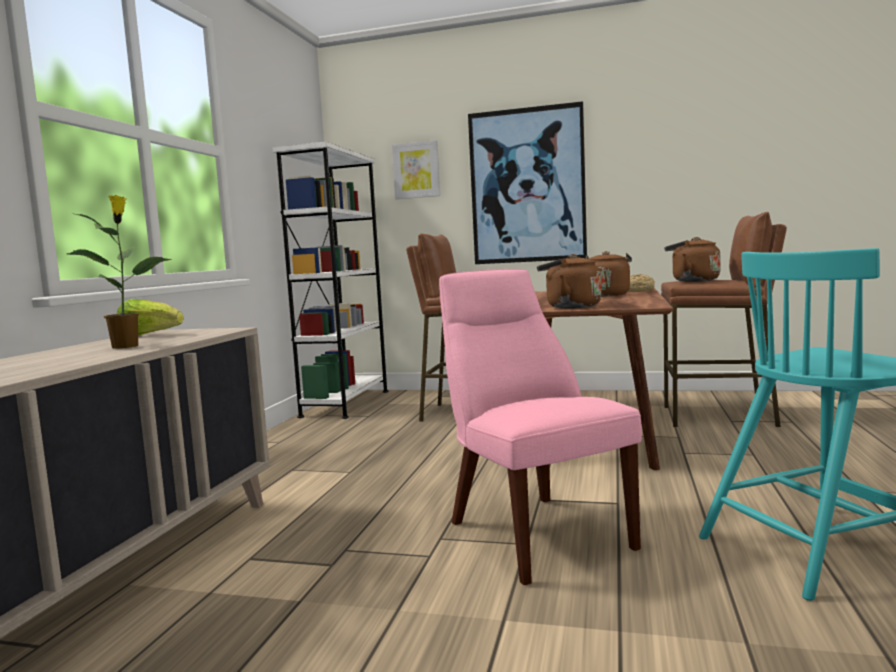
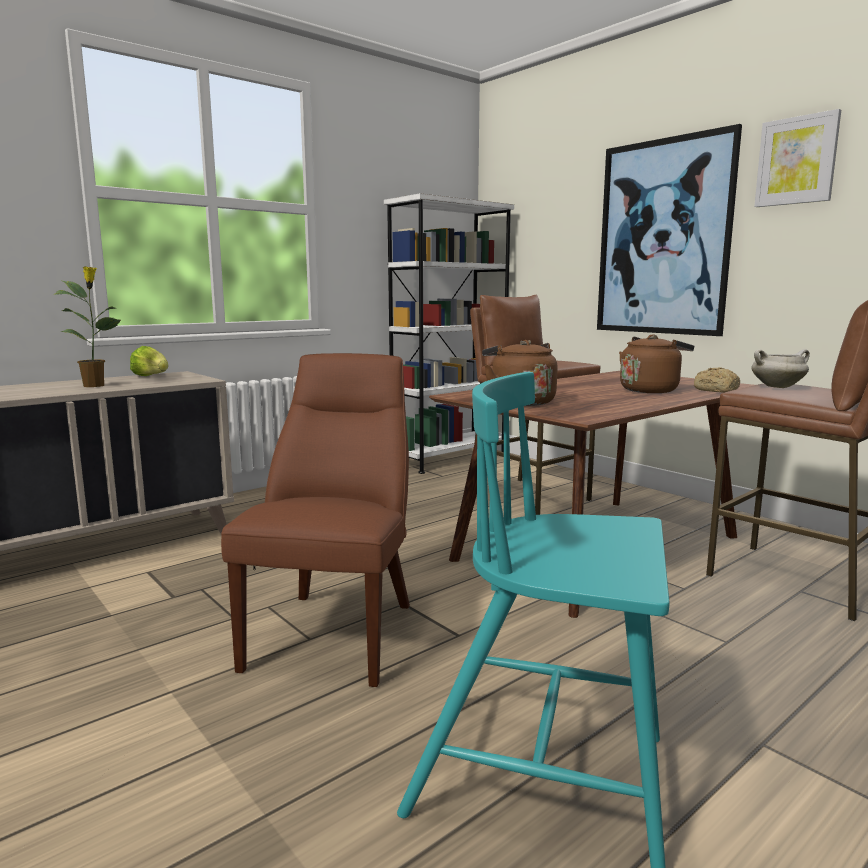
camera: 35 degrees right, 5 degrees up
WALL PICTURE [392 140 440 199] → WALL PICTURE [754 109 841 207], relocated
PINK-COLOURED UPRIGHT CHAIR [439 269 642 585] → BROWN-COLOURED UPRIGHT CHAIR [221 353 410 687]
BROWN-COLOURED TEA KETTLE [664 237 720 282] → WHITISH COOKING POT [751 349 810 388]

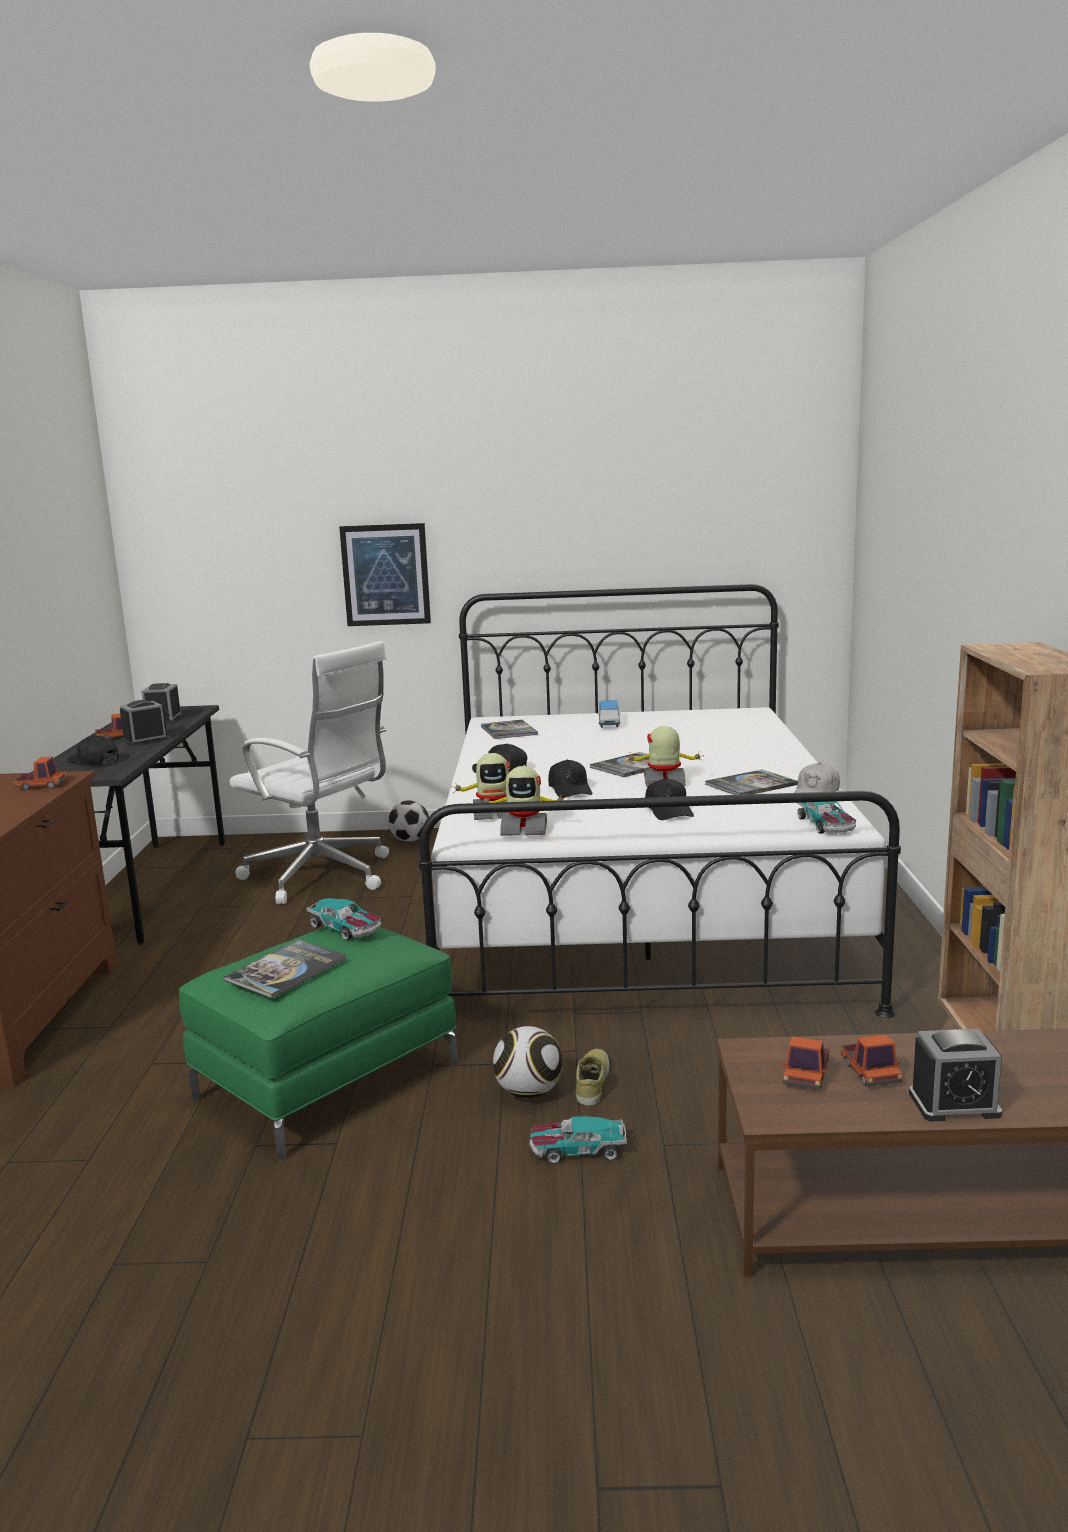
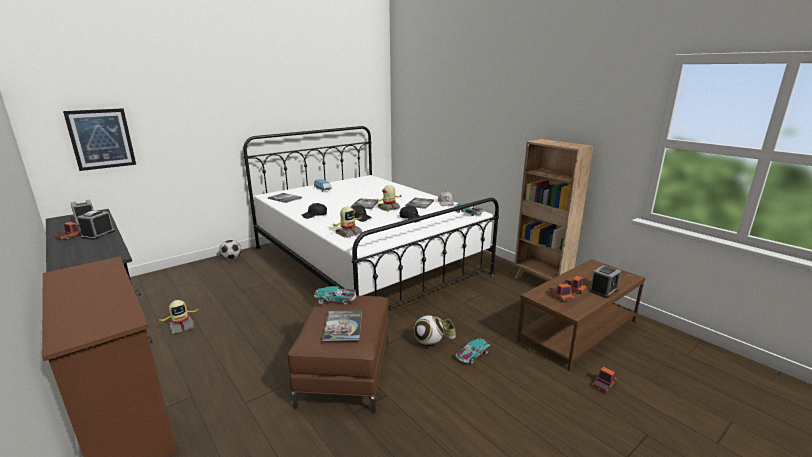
camera: 40 degrees left, 5 degrees up
TOY LORRY [14 757 67 790] → TOY LORRY [592 367 617 393], relocated
BLACK-COLOURED BASEBALL CAP [68 736 119 765] → -
GREEN-COLOURED OTTOMAN [179 926 458 1160] → BROWN-COLOURED OTTOMAN [288 296 389 414]
WHITISH COMPUTER CHAIR [229 641 389 904] → -
WALL PICTURE [339 523 431 626] → WALL PICTURE [63 108 136 171], relocated
MODEL ROBOT [480 766 564 836] → MODEL ROBOT [156 300 200 334], relocated

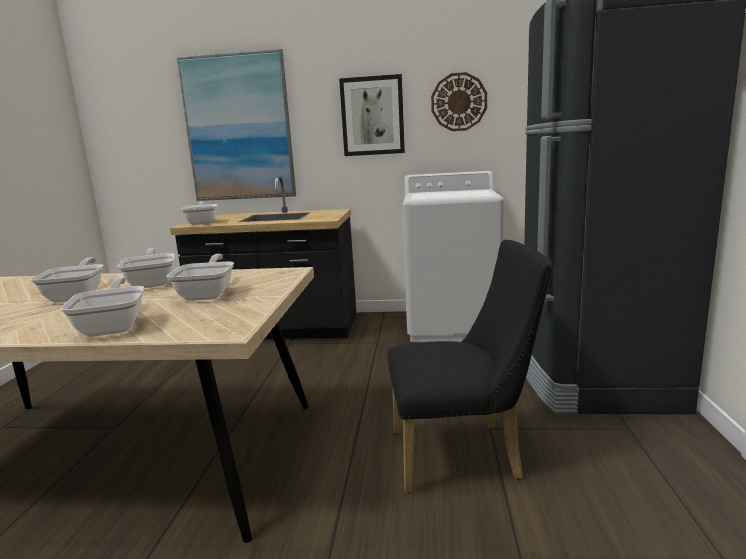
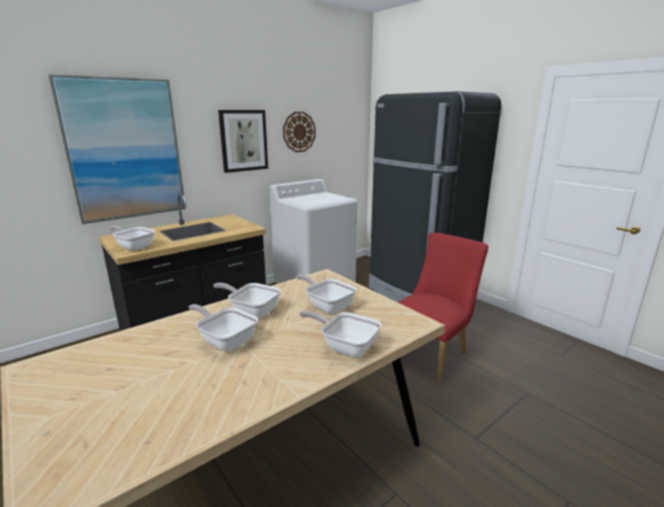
camera: 45 degrees left, 5 degrees up
BLACK-COLOURED UPRIGHT CHAIR [388 240 553 493] → REDDISH UPRIGHT CHAIR [398 232 488 382]

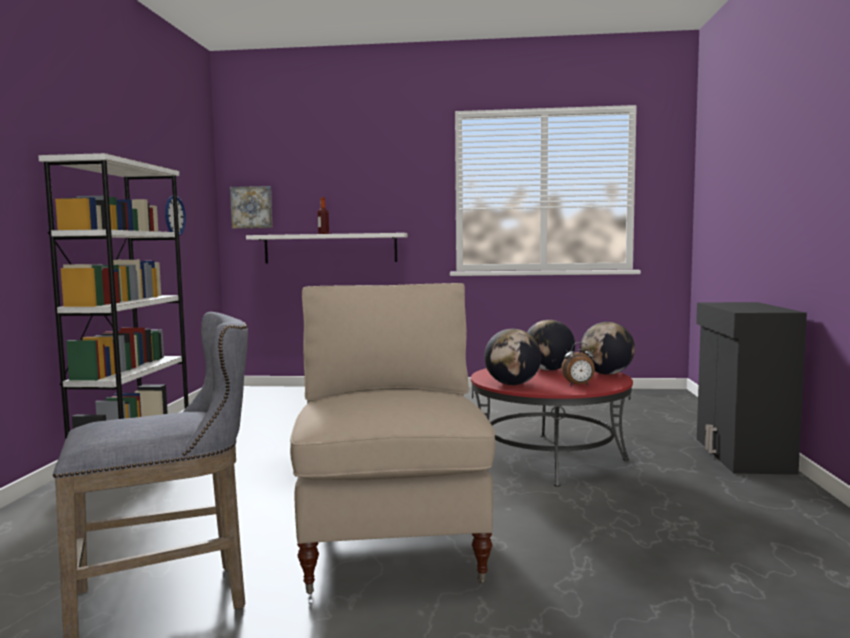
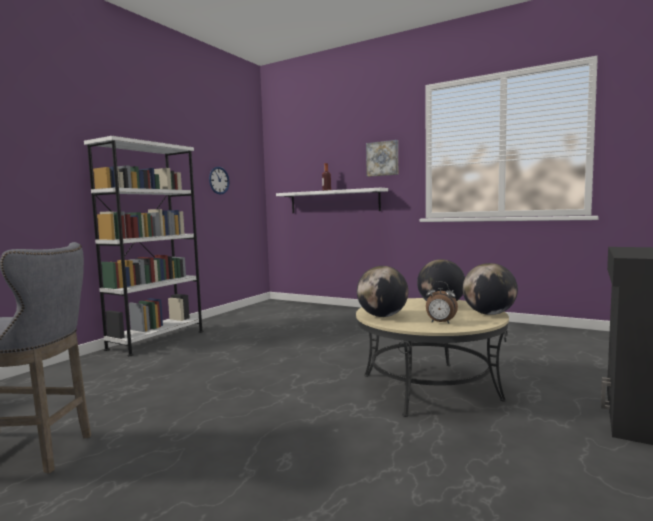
camera: 25 degrees right, 0 degrees up
WALL PICTURE [230 186 273 228] → WALL PICTURE [366 140 398 177], relocated
BEIGE-COLOURED UPRIGHT CHAIR [290 283 495 594] → -
REDDISH LOUNGE TABLE [471 368 633 487] → BEIGE-COLOURED LOUNGE TABLE [356 298 509 417]

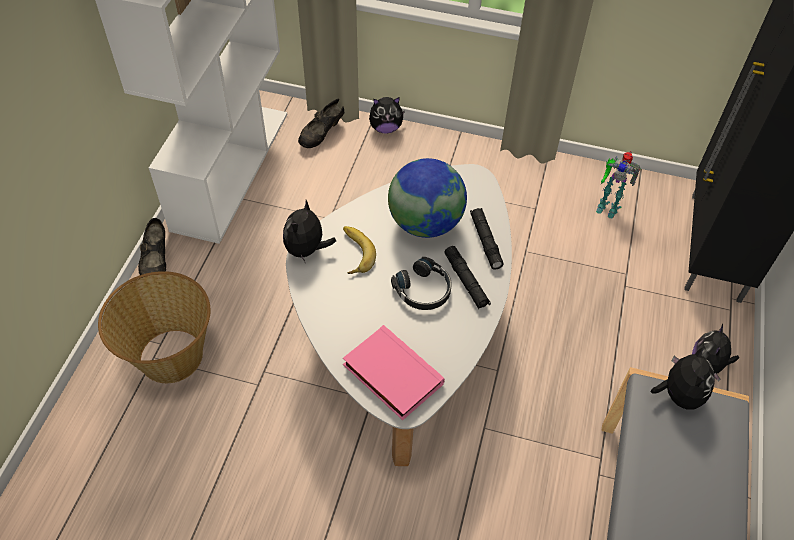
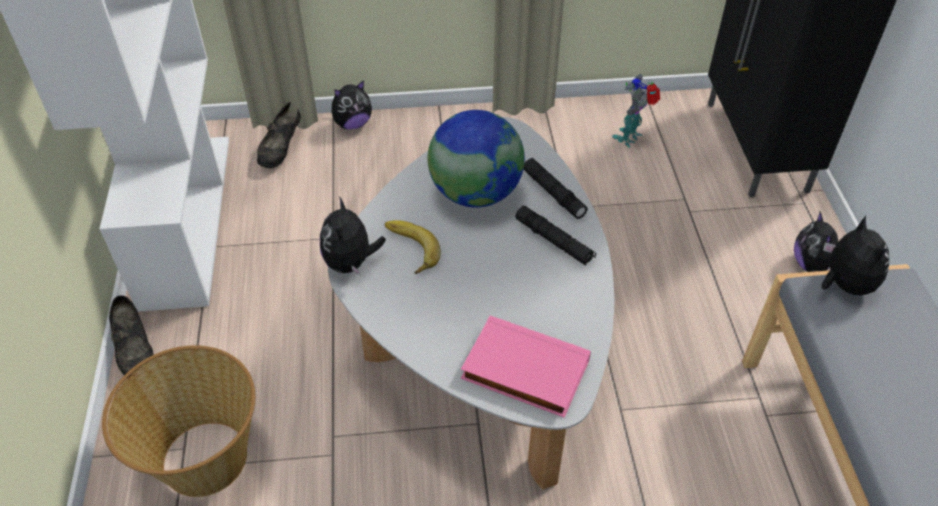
camera: 20 degrees left, 5 degrees down
BLACK-COLOURED HEADPHONES [391 257 451 310] → -
MODEL ROBOT [596 151 641 218] → MODEL ROBOT [612 74 660 147], 120 degrees clockwise

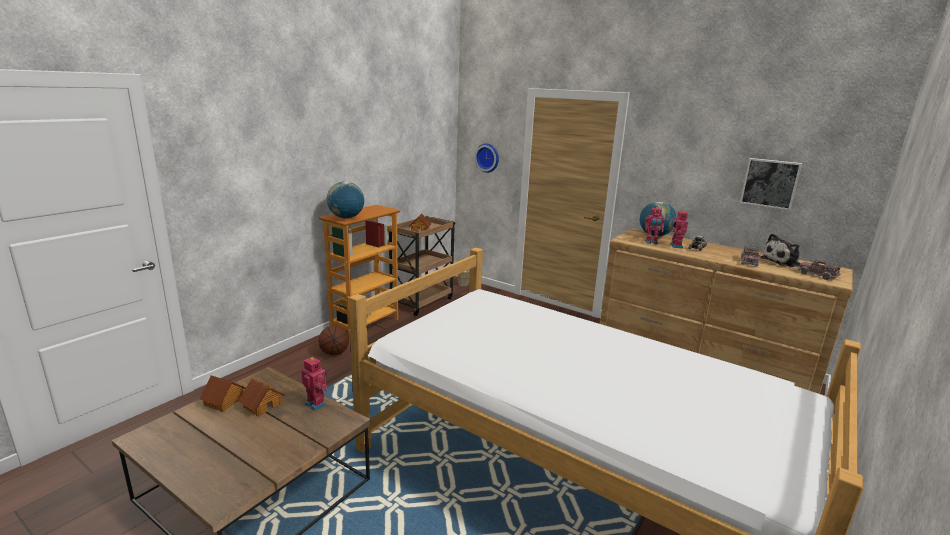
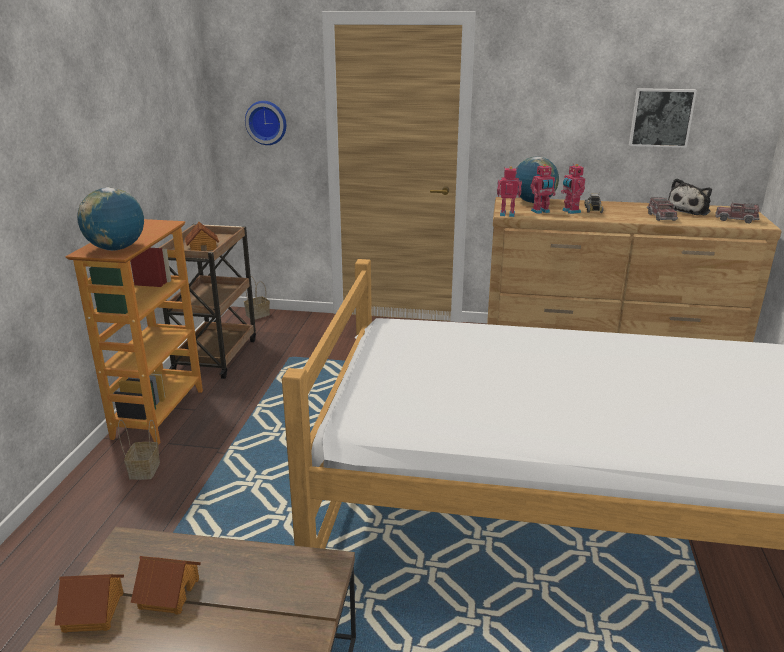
camera: 25 degrees left, 5 degrees up
MODEL ROBOT [301 357 329 411] → MODEL ROBOT [497 166 522 217], relocated
BASKETBALL BALL [318 326 349 355] → BASKET [118 419 160 480]

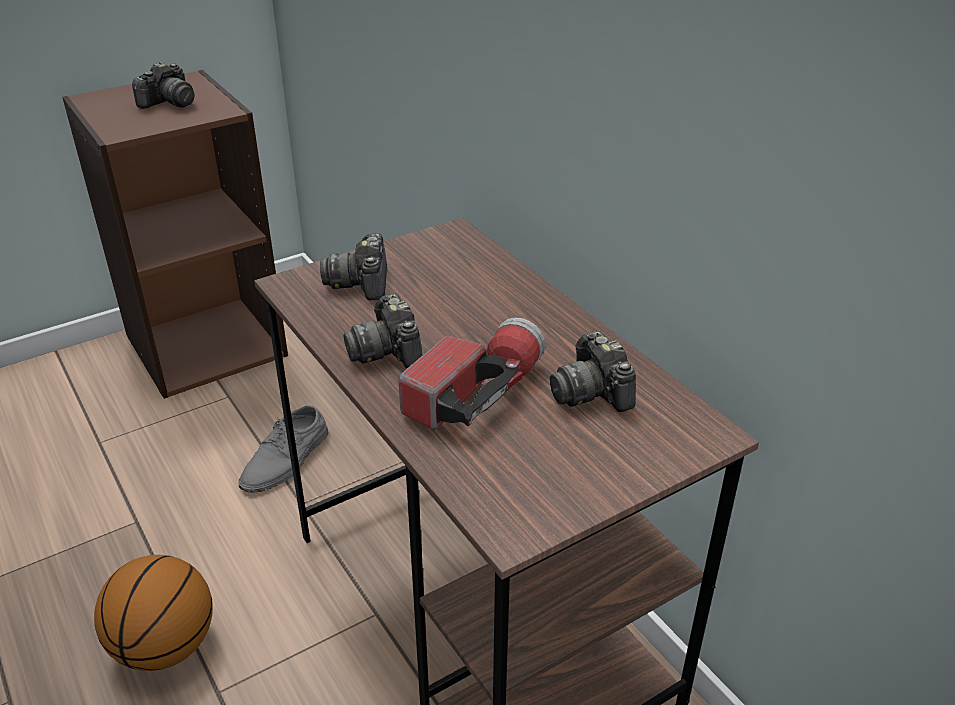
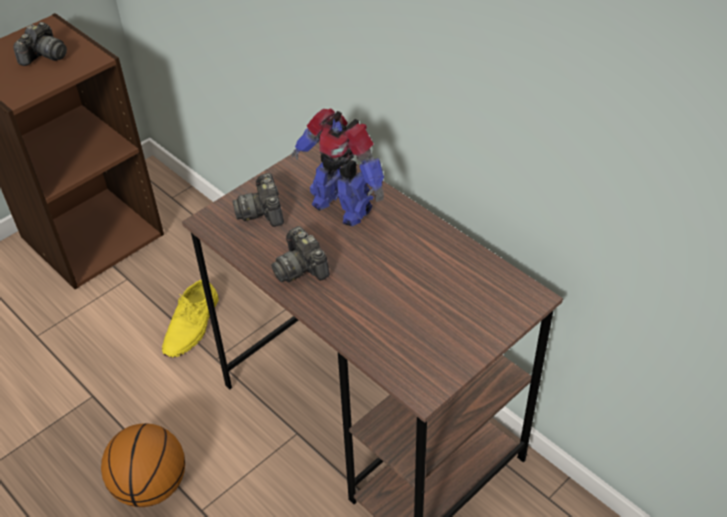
camera: 10 degrees left, 10 degrees up
GRAY LOW SHOE [238 405 328 493] → YELLOW LOW SHOE [162 280 219 358]
HAND TORCH [398 317 546 430] → -
STILL CAMERA [550 331 636 412] → -
- → MODEL ROBOT [292 109 384 226]

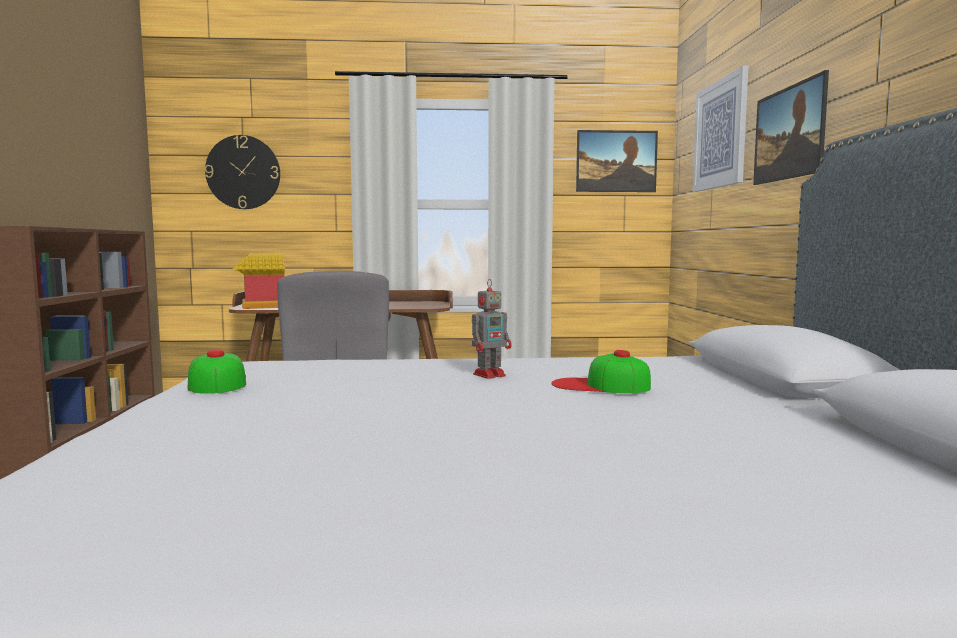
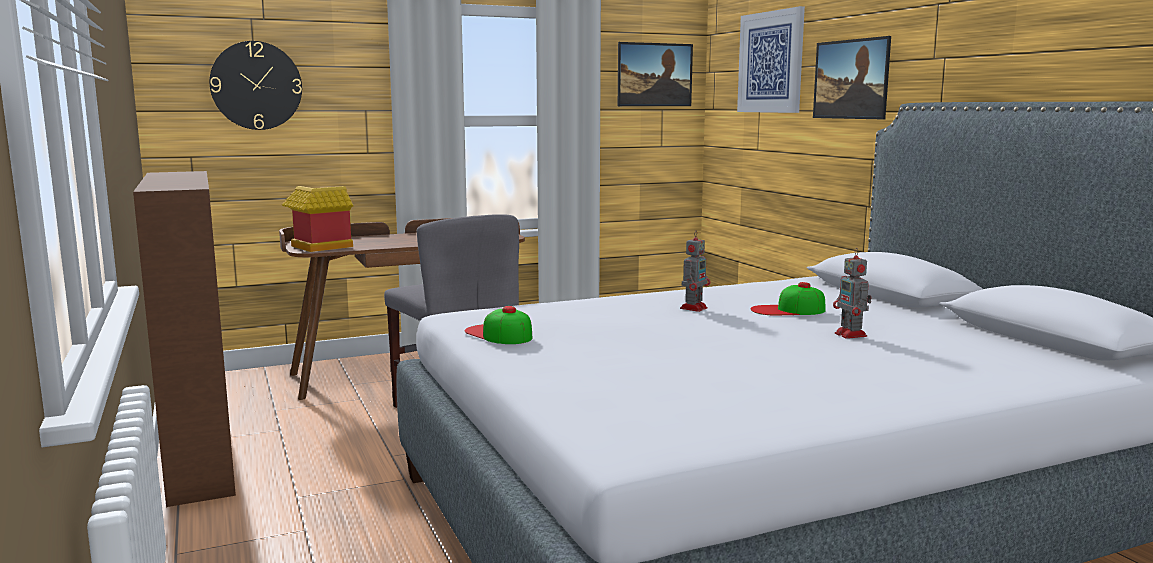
camera: 20 degrees left, 5 degrees up
- → MODEL ROBOT [833 249 872 339]

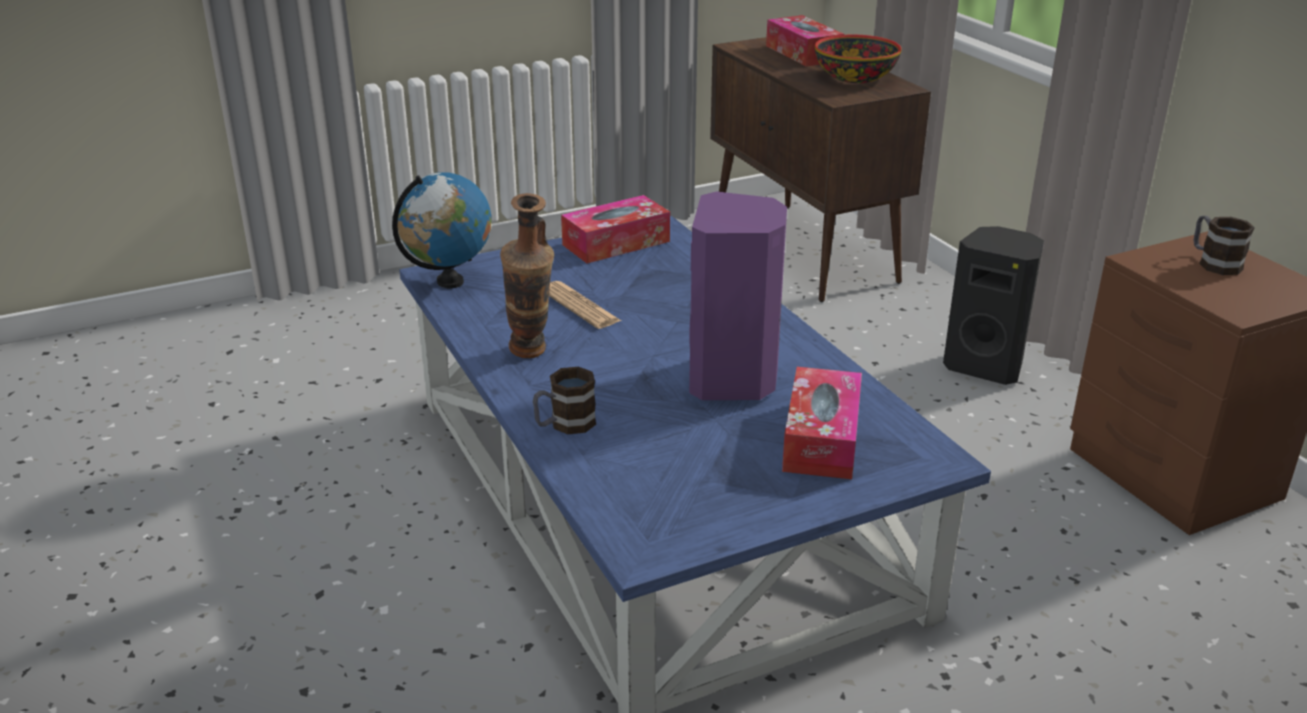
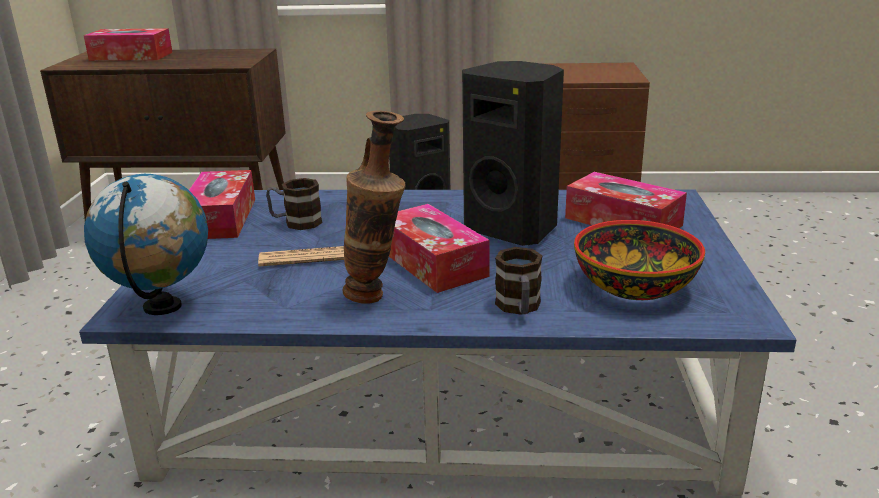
camera: 60 degrees left, 5 degrees down
PURPLISH SPEAKER [689 191 787 400] → BLACK-COLOURED SPEAKER [462 61 564 246]
BOWL [815 35 902 83] → BOWL [574 220 705 300], relocated
COFFEE MUG [1194 216 1255 275] → COFFEE MUG [266 178 323 230], relocated
- → TISSUE BOX [389 204 490 293]

